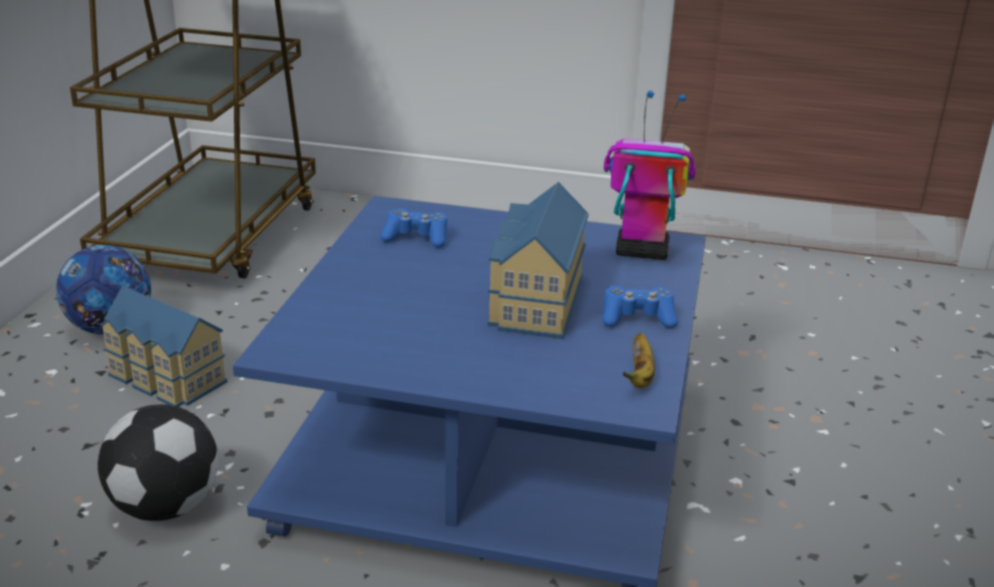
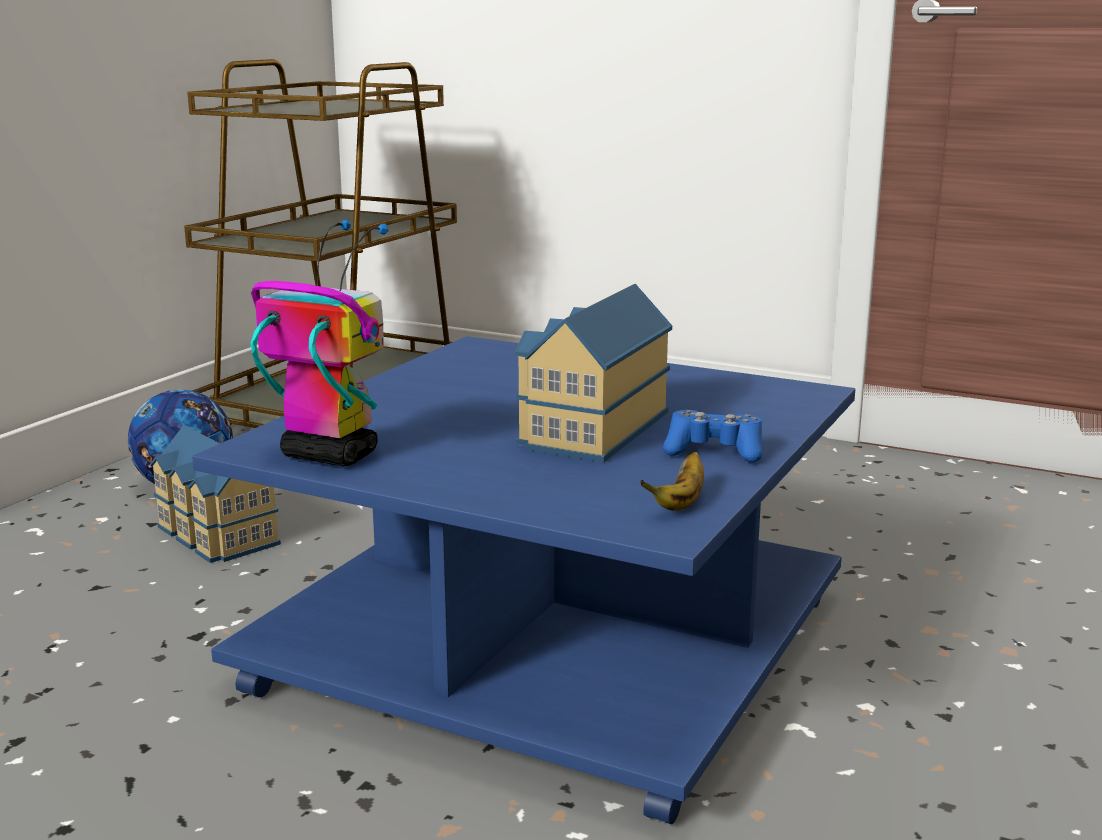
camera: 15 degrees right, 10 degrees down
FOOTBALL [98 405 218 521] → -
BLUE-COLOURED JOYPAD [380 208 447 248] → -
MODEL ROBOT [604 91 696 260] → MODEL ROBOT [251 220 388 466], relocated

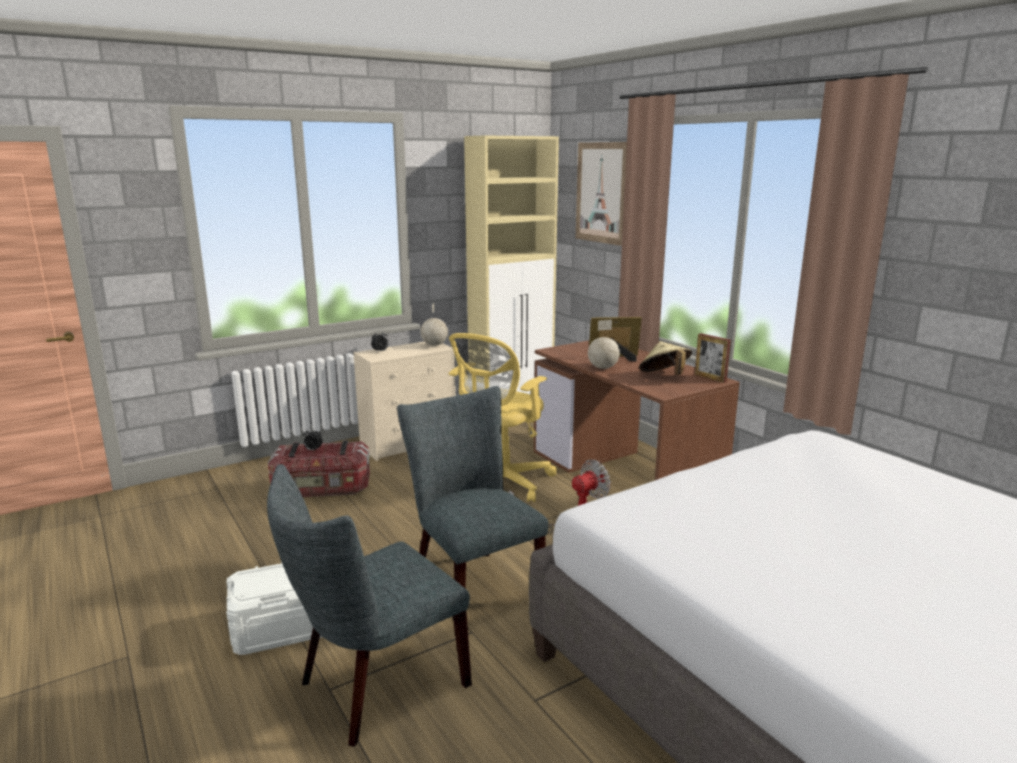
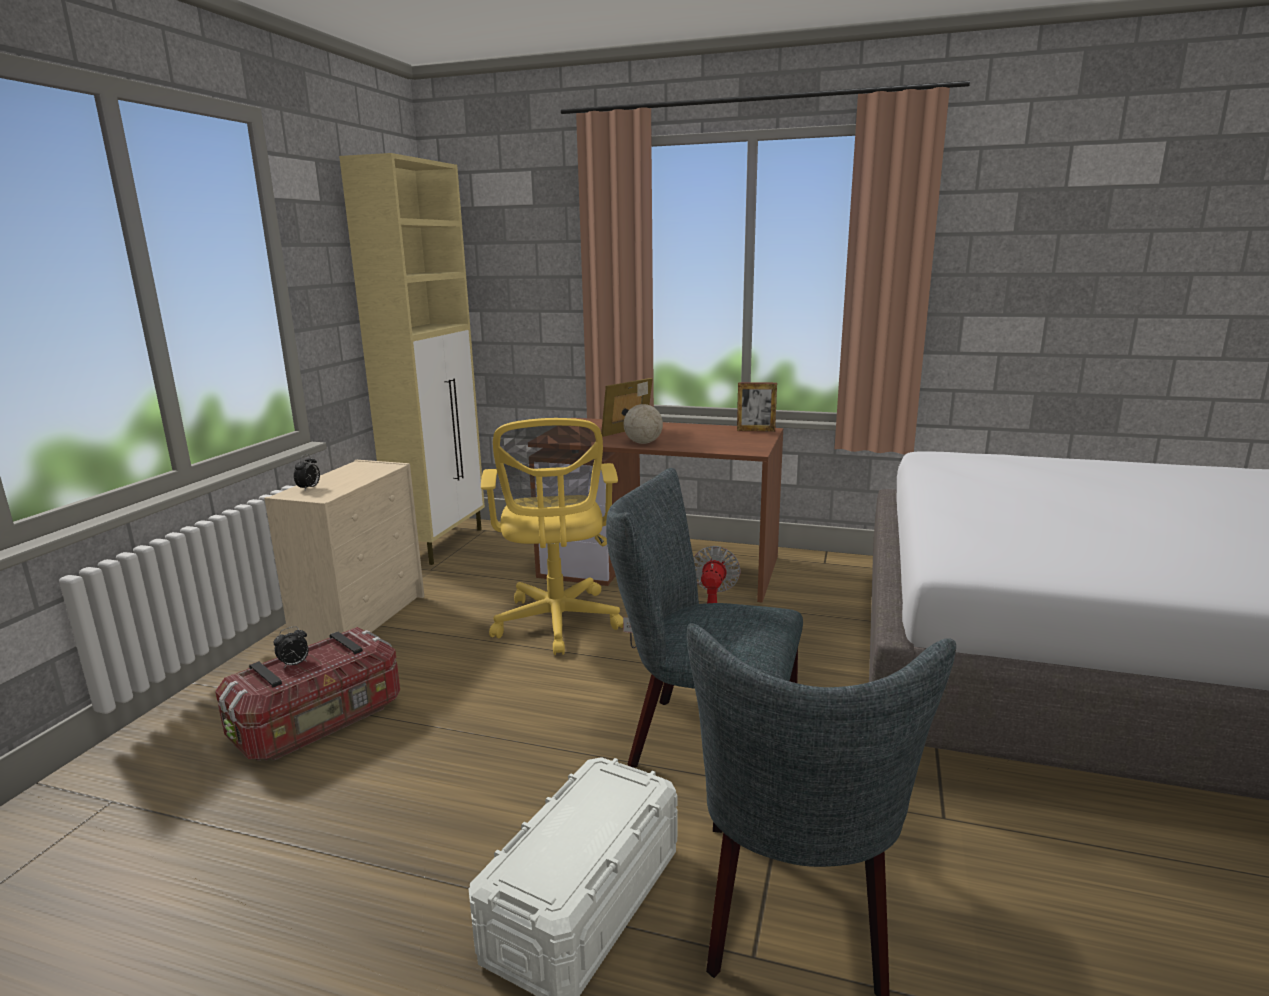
camera: 40 degrees left, 0 degrees up
WORLD GLOBE [420 303 448 346] → -
WALL PICTURE [576 142 627 246] → -
BEIGE-COLOURED HAT [639 341 692 375] → -

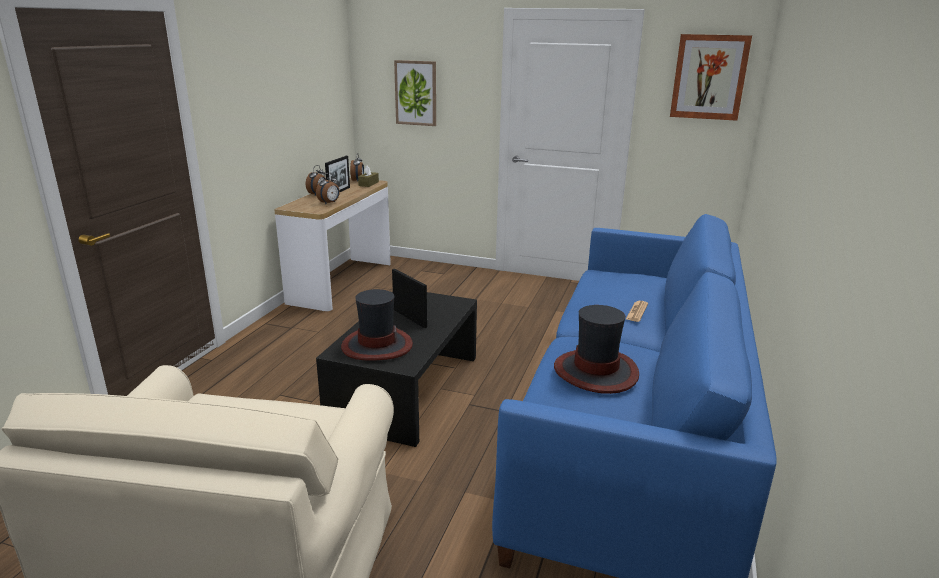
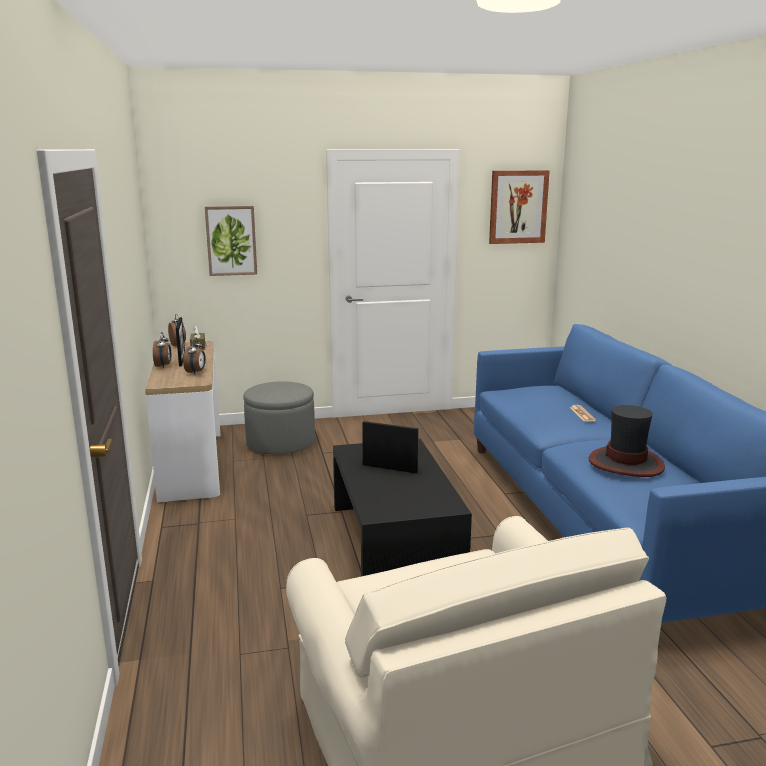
camera: 30 degrees left, 5 degrees down
HAT [341 289 413 361] → -
- → GRAY OTTOMAN [243 381 315 454]

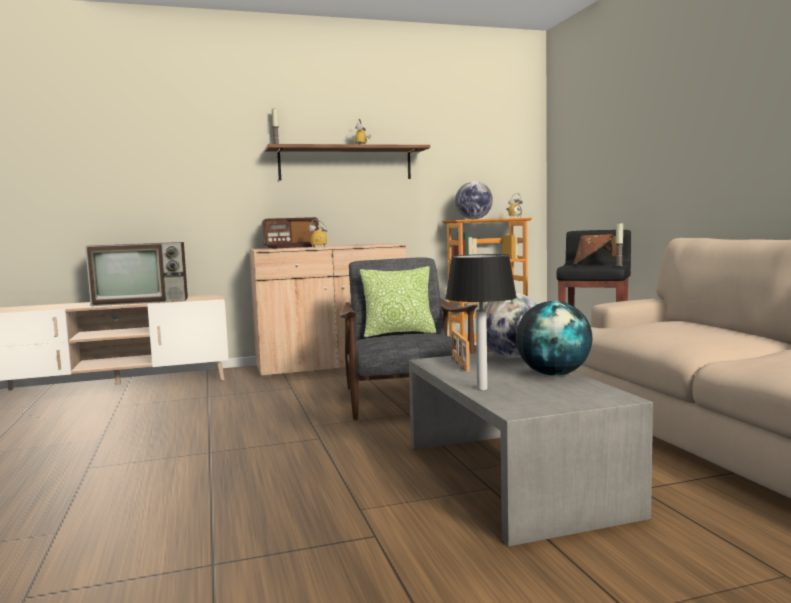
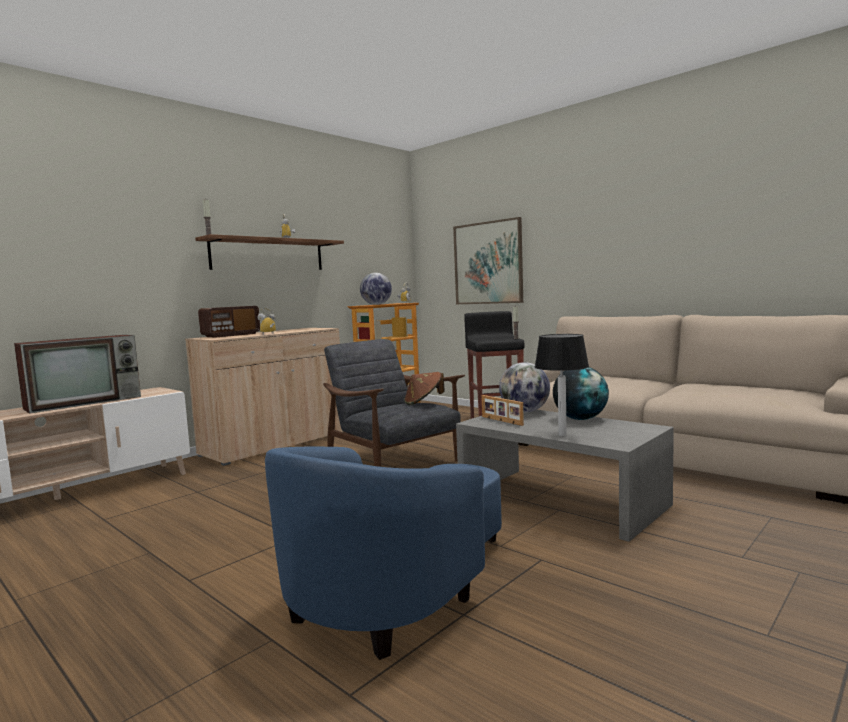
camera: 30 degrees left, 0 degrees up
THROW PILLOW [360 266 437 337] → -
BROWN-COLOURED HAT [574 234 617 266] → BROWN-COLOURED HAT [405 372 445 405], relocated
- → BLUE-COLOURED EASY CHAIR [265 447 502 660]
- → WALL PICTURE [453 217 523 304]

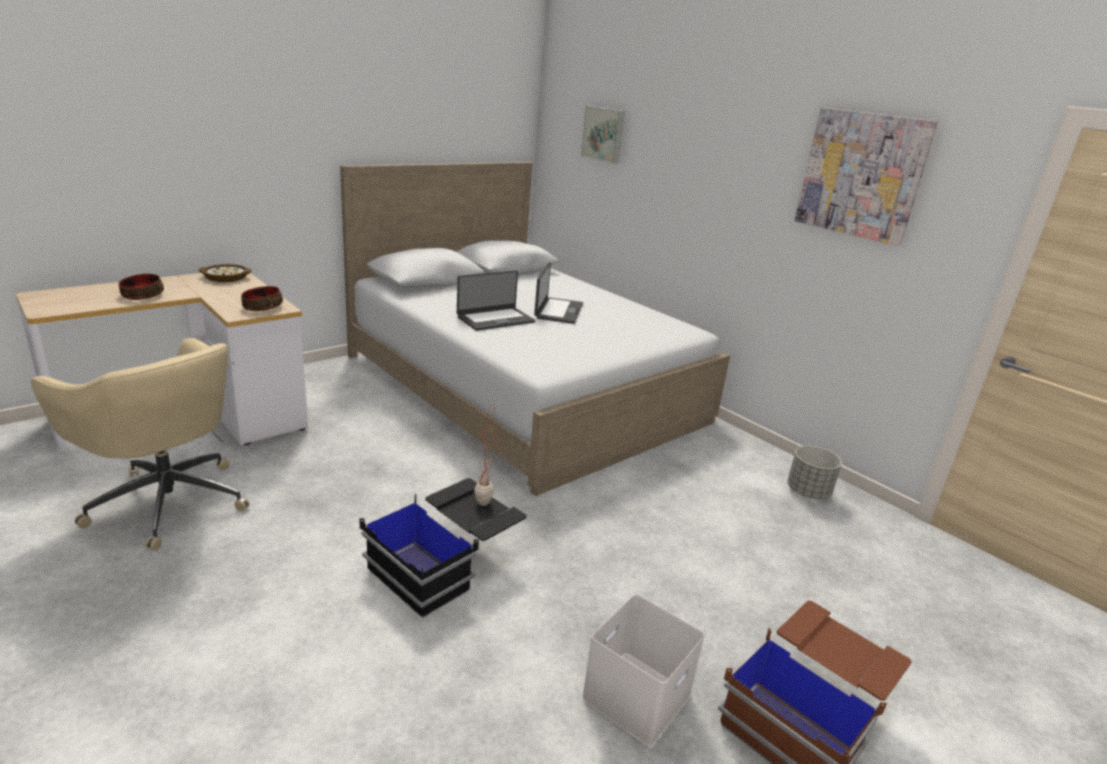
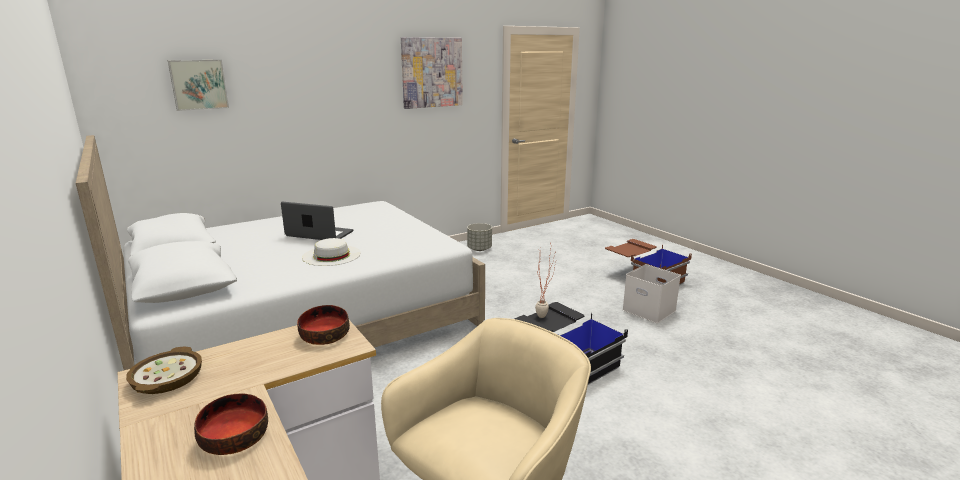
camera: 80 degrees left, 5 degrees down
LAPTOP [457 271 535 331] → WHITISH HAT [302 238 361 266]

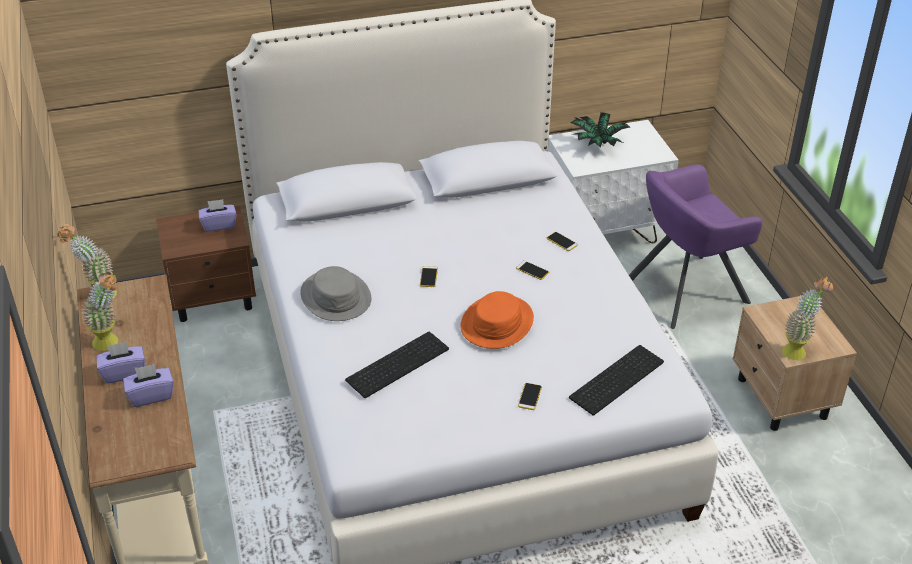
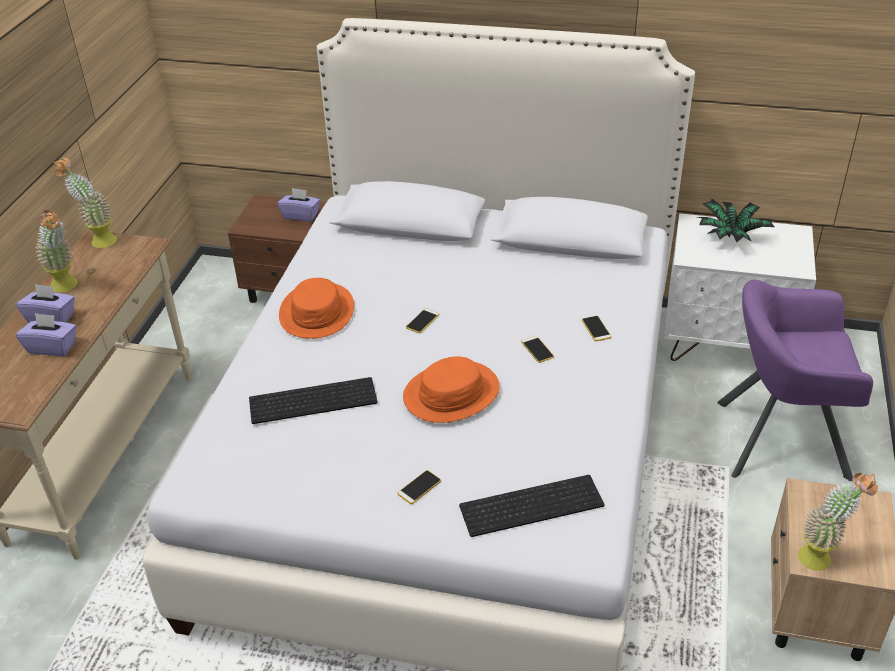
camera: 30 degrees right, 0 degrees up
GRAY HAT [300 266 371 321] → ORANGE HAT [279 278 354 339]

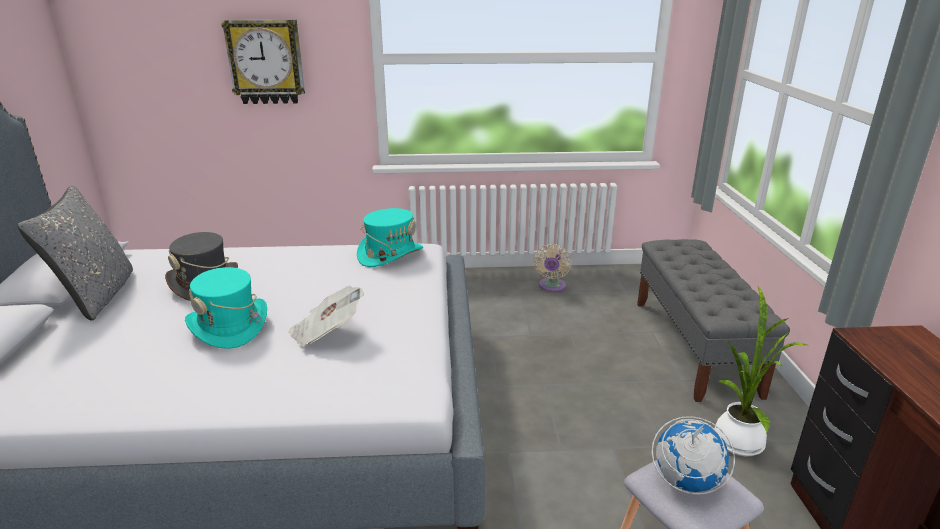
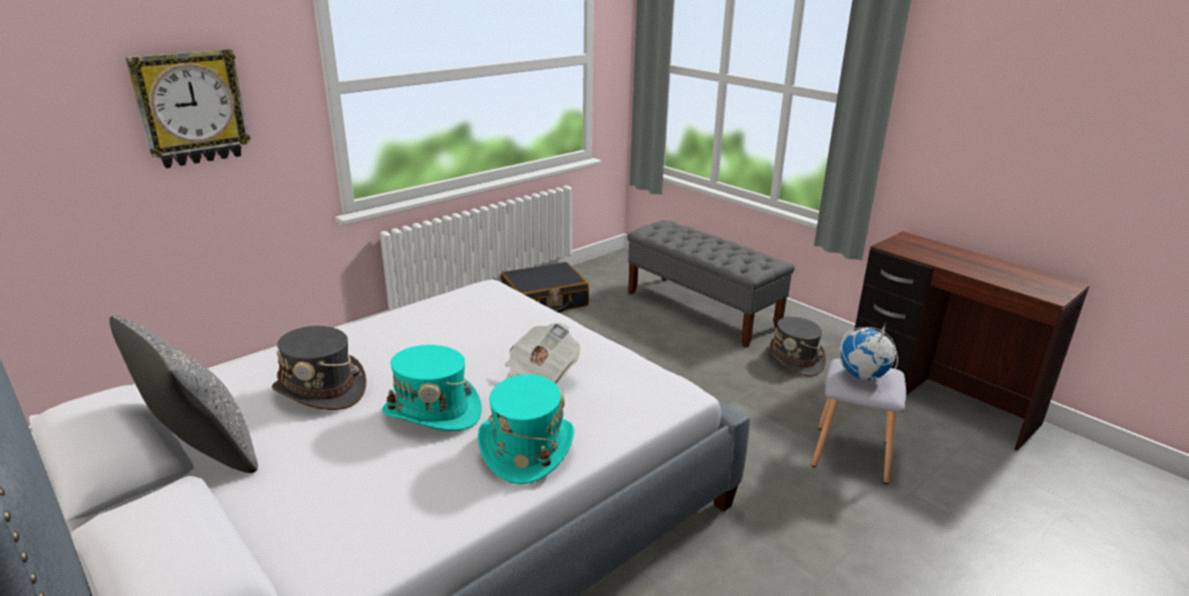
camera: 40 degrees left, 0 degrees up
TURQUOISE-COLOURED HAT [357 208 423 267] → TURQUOISE-COLOURED HAT [478 374 574 484], relocated
BEIGE-COLOURED FAN [534 244 572 292] → BLACK-COLOURED TRAVEL CASE [501 262 589 313]
POTTED PLANT [714 287 810 456] → GRAY HAT [766 317 826 377]

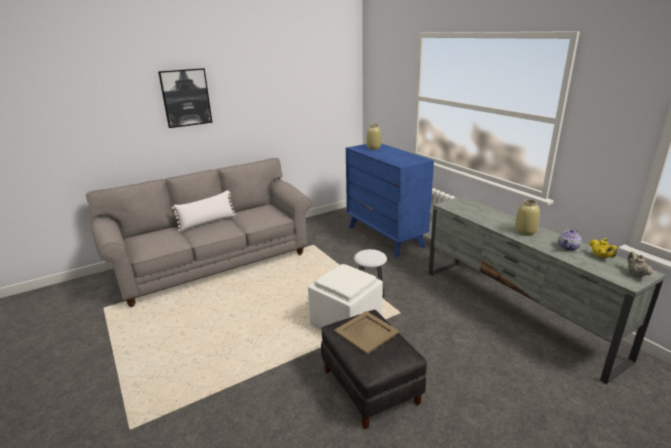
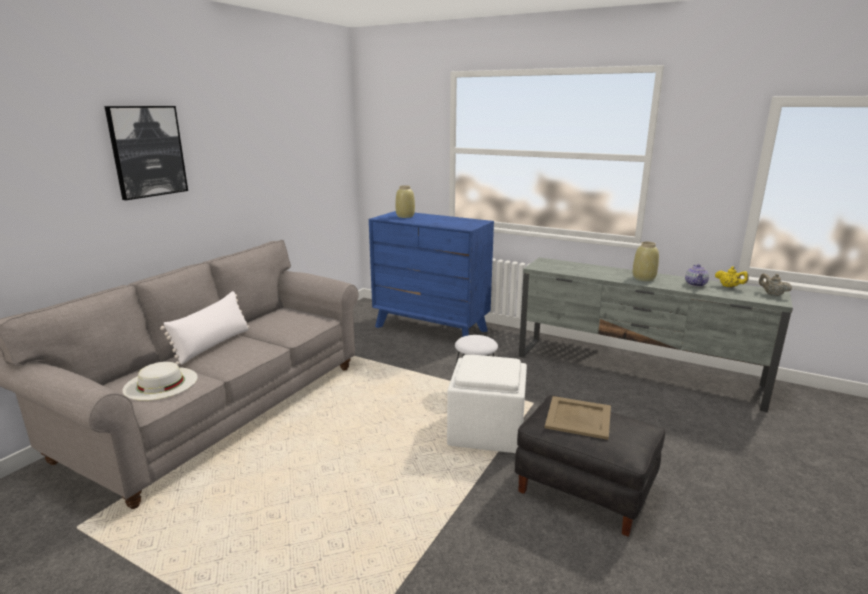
camera: 30 degrees left, 5 degrees down
- → WHITISH HAT [123 362 198 401]

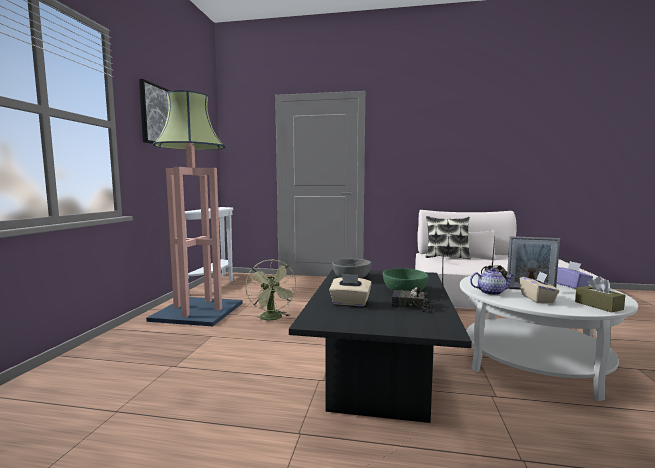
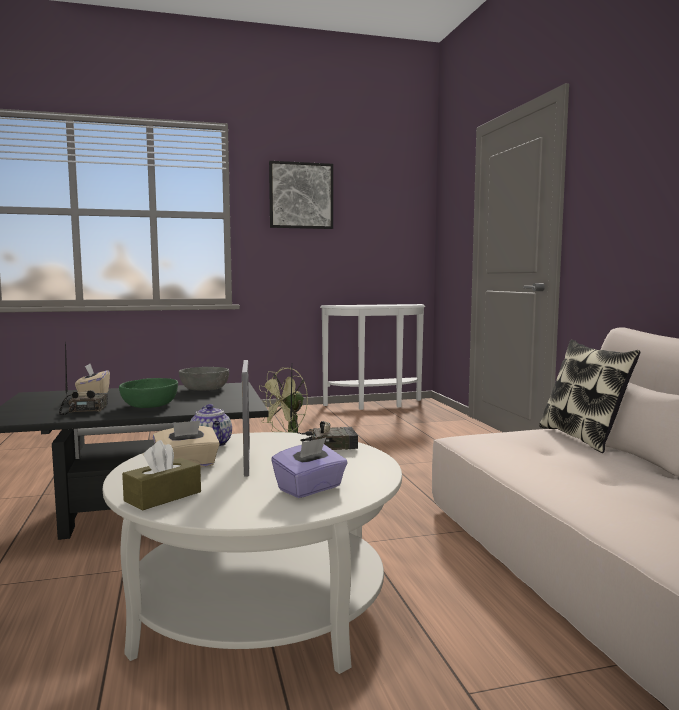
camera: 65 degrees right, 0 degrees up
FLOOR LAMP [146 90 243 326] → -

